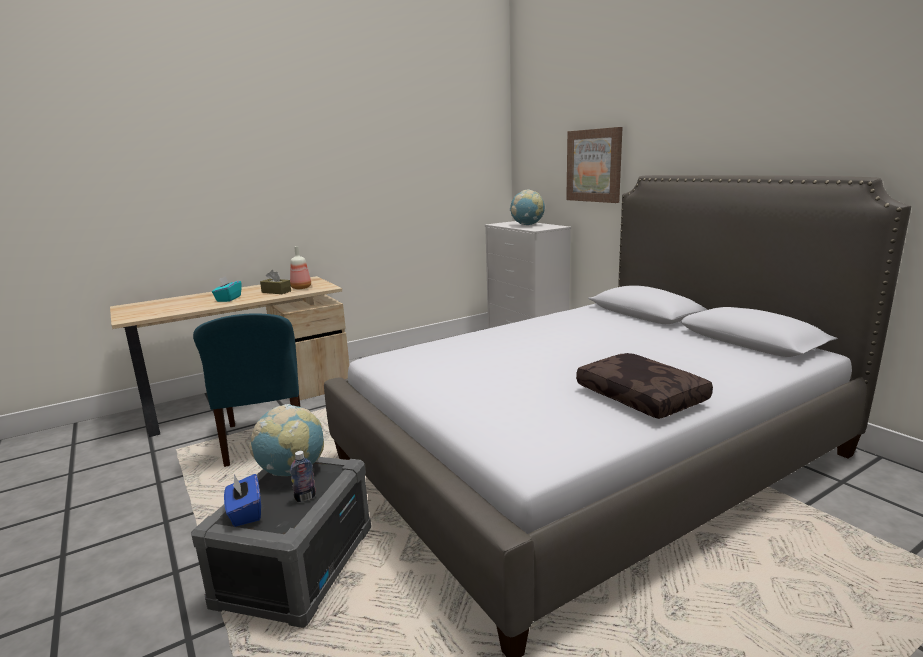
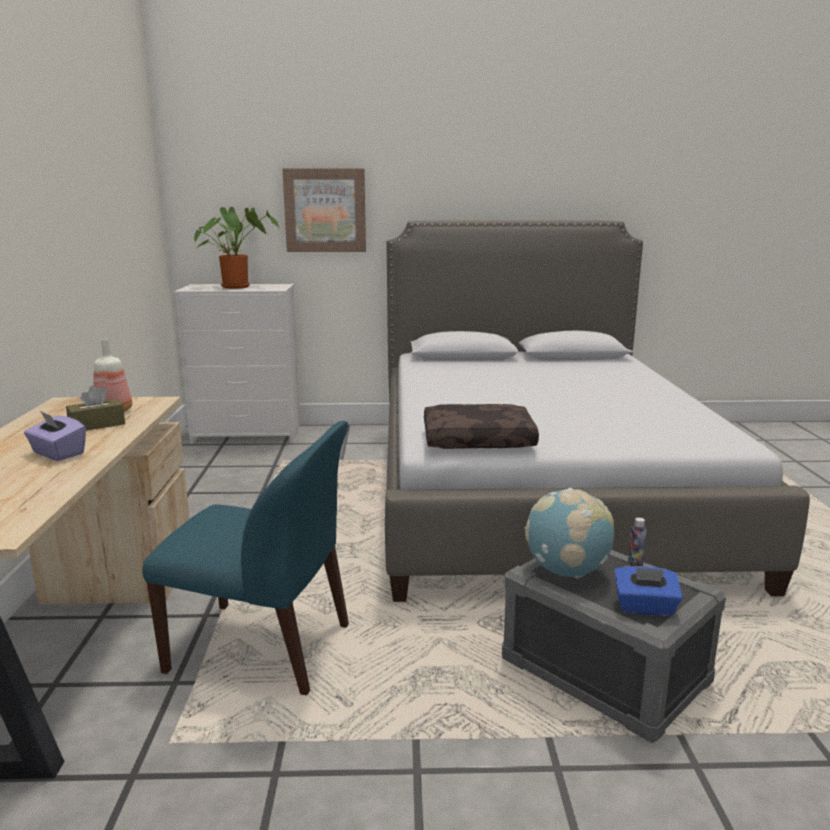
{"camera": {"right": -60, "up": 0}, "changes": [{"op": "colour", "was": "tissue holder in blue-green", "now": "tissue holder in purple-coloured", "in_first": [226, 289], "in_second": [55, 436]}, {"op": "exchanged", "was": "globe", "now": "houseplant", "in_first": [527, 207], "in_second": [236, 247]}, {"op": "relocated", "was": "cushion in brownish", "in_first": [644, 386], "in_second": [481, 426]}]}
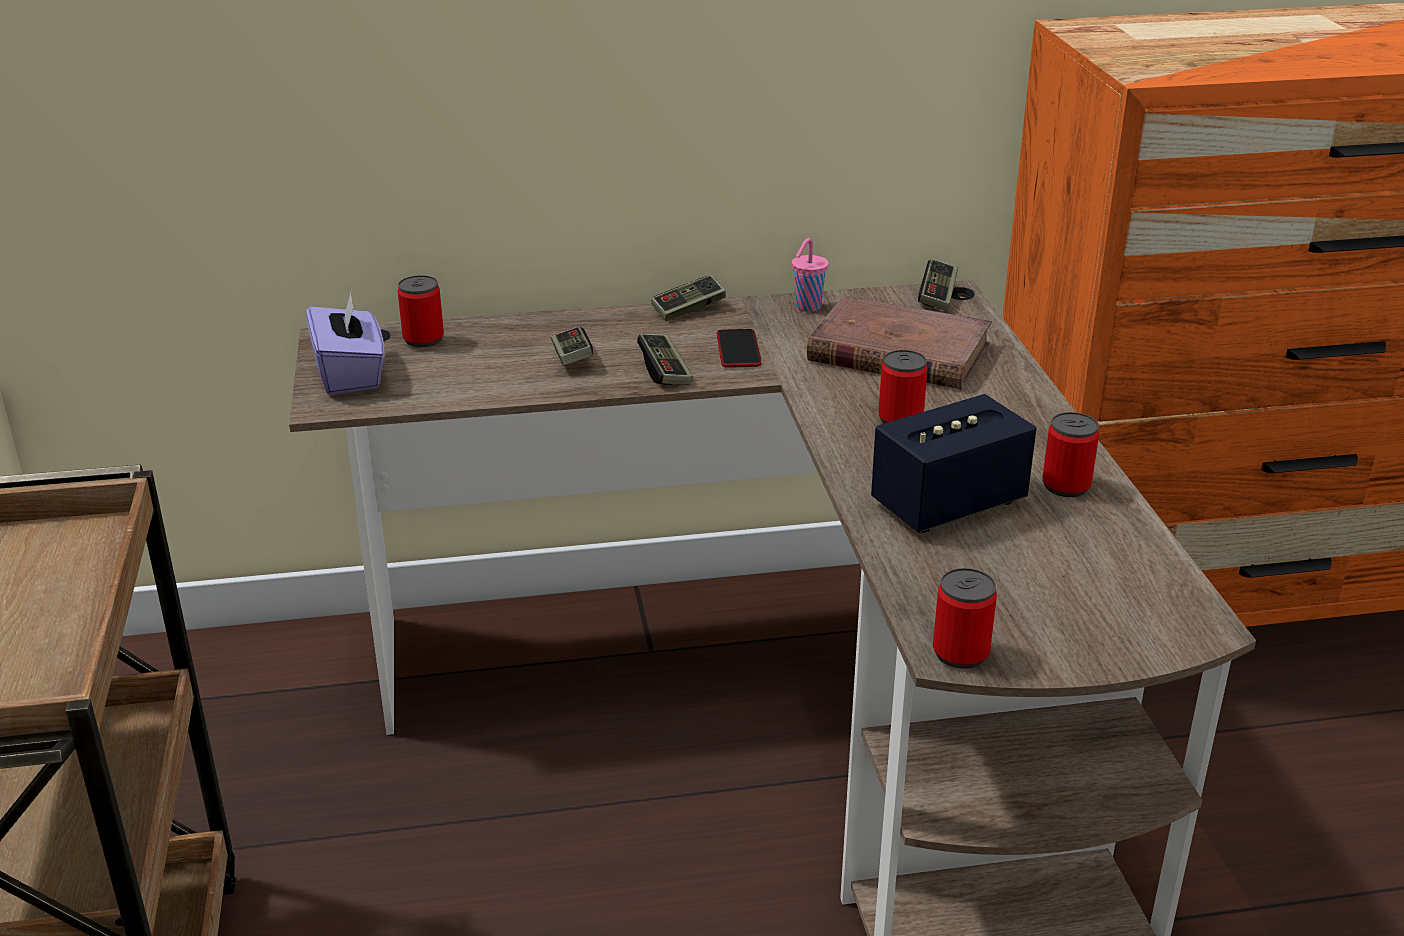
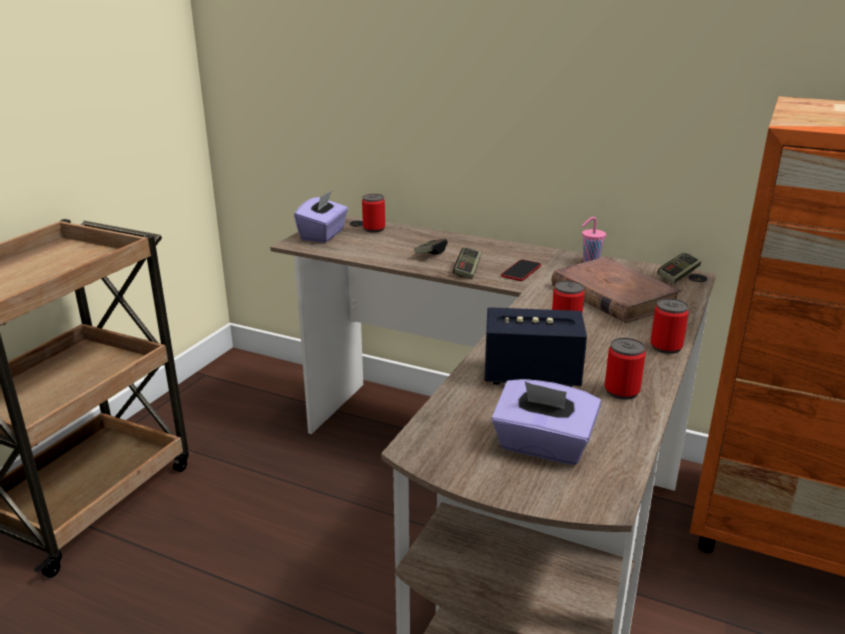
{"camera": {"right": 35, "up": -5}, "changes": [{"op": "missing", "was": "game controller", "in_first": [689, 298]}, {"op": "relocated", "was": "metal can", "in_first": [965, 618], "in_second": [669, 326]}, {"op": "appeared", "now": "tissue holder in purple-coloured", "in_second": [546, 422]}]}
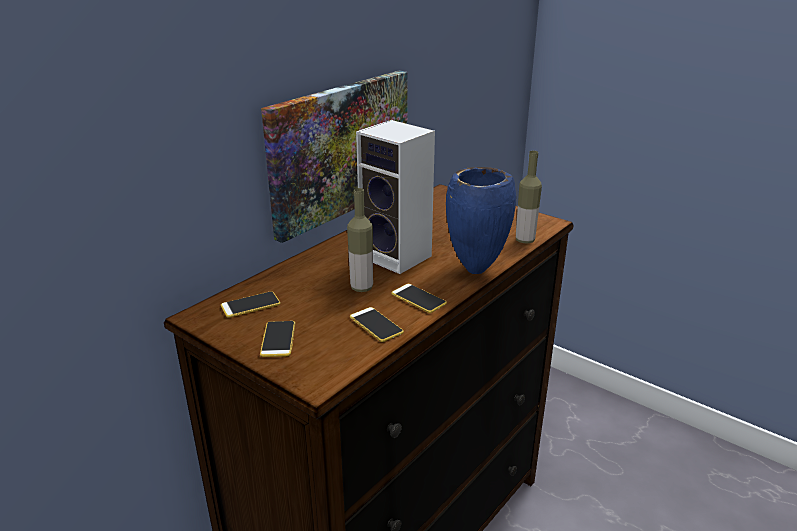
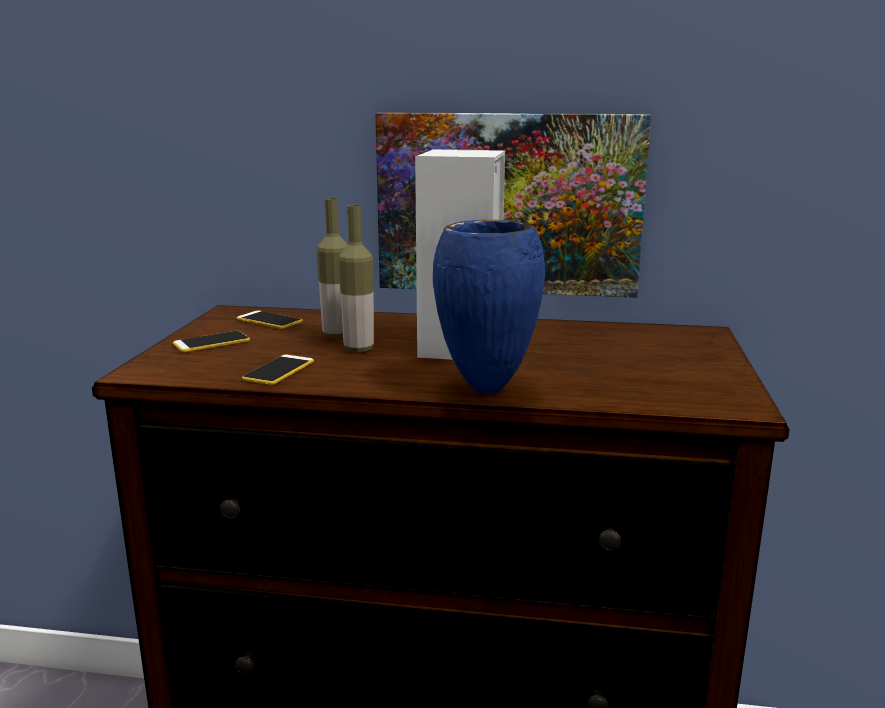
{"camera": {"right": 60, "up": -10}, "changes": [{"op": "missing", "was": "handset", "in_first": [419, 298]}, {"op": "relocated", "was": "drink bottle", "in_first": [529, 197], "in_second": [332, 268]}]}
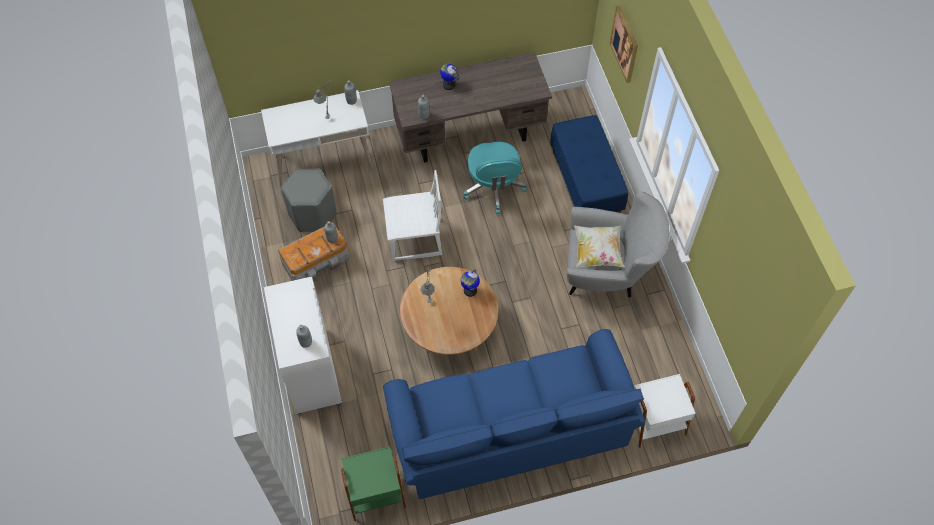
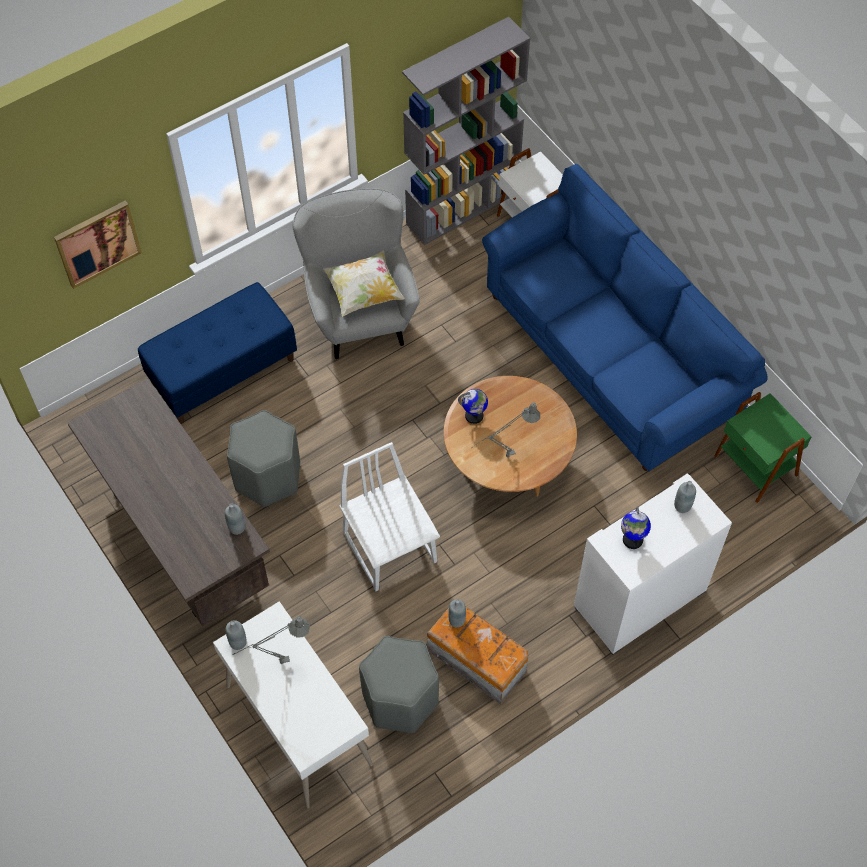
{"camera": {"right": -110, "up": 0}, "changes": [{"op": "relocated", "was": "globe", "in_first": [449, 76], "in_second": [636, 528]}, {"op": "exchanged", "was": "office chair in blue-green", "now": "sitting stool in gray", "in_first": [495, 178], "in_second": [263, 458]}, {"op": "appeared", "now": "bookshelf in gray", "in_second": [466, 131]}]}
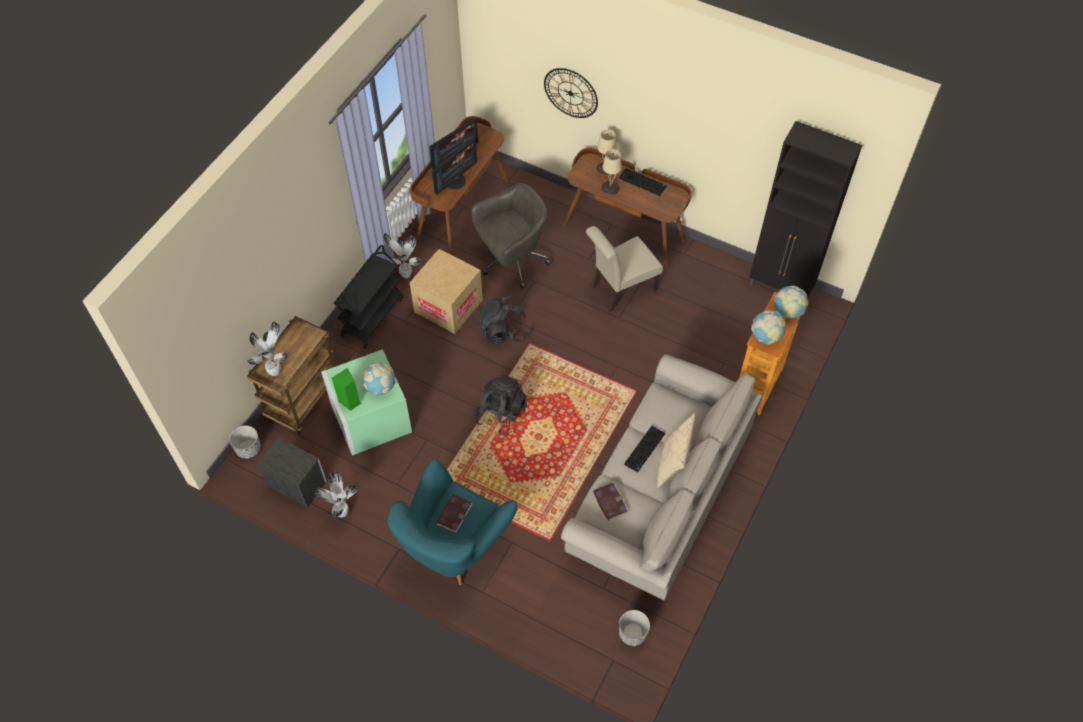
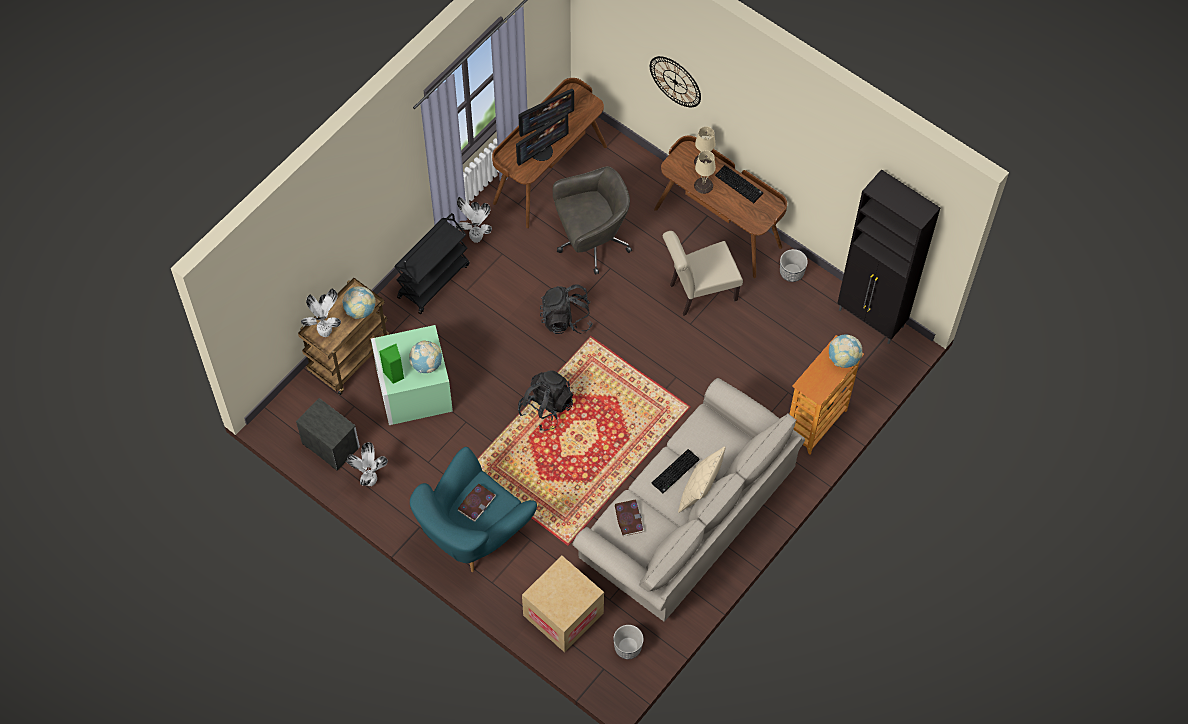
{"camera": {"right": 10, "up": 5}, "changes": [{"op": "relocated", "was": "plant pot", "in_first": [245, 442], "in_second": [794, 265]}, {"op": "relocated", "was": "carton", "in_first": [446, 291], "in_second": [563, 604]}, {"op": "relocated", "was": "globe", "in_first": [768, 327], "in_second": [359, 302]}]}
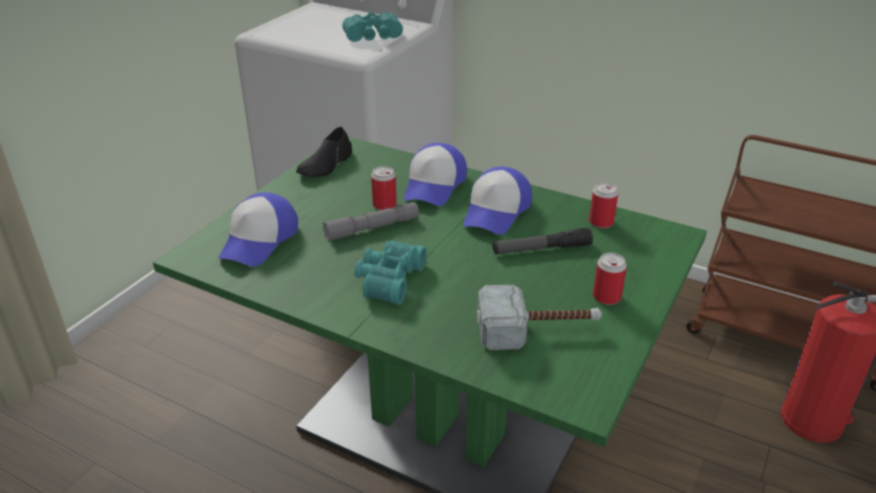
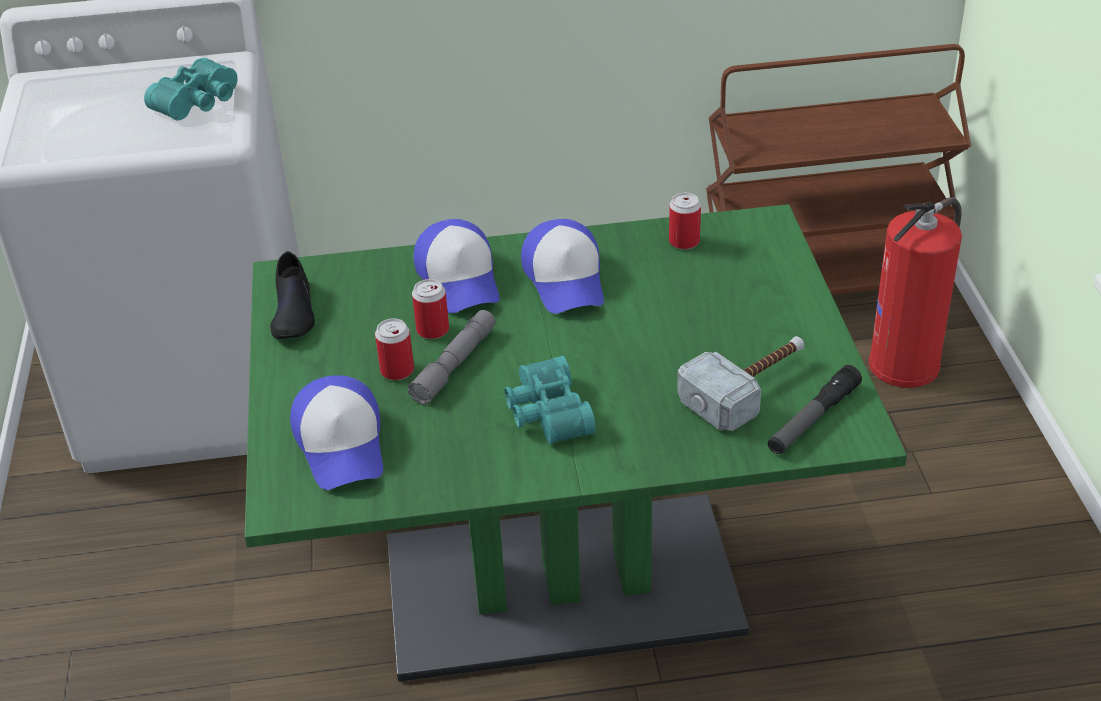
{"camera": {"right": -35, "up": 5}, "changes": [{"op": "relocated", "was": "flashlight", "in_first": [542, 241], "in_second": [815, 409]}, {"op": "relocated", "was": "metal can", "in_first": [610, 279], "in_second": [394, 349]}]}
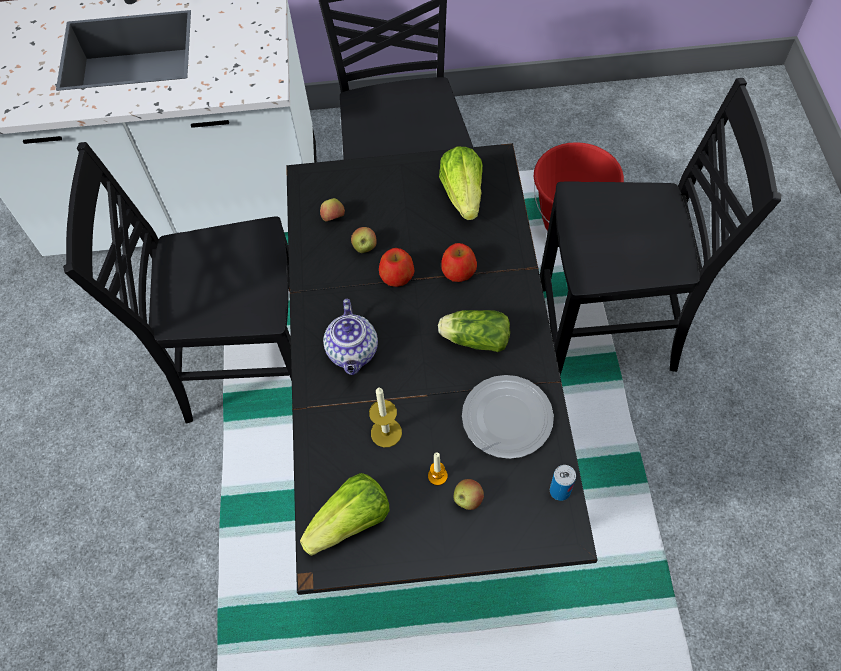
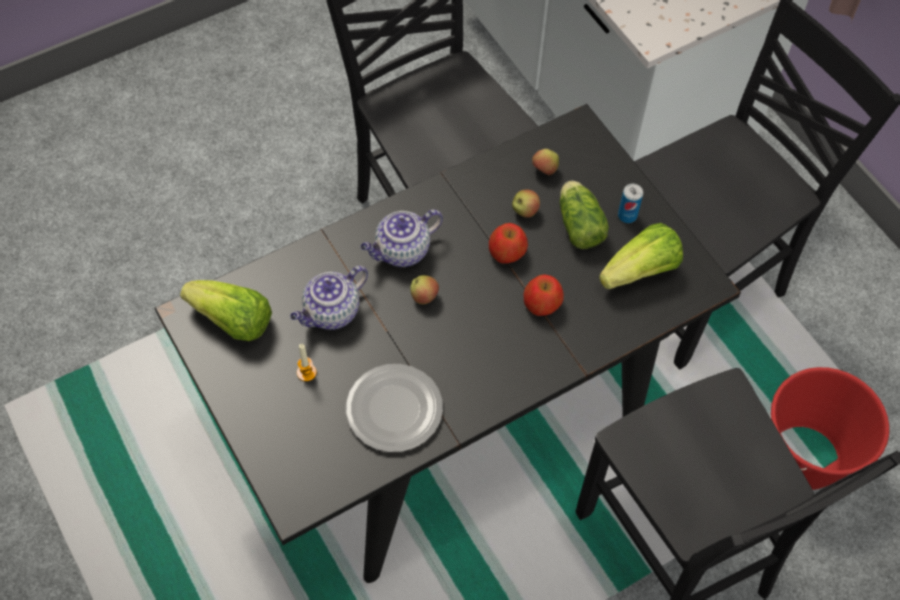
{"camera": {"right": 60, "up": 0}, "changes": [{"op": "exchanged", "was": "wax candle", "now": "tea pot", "in_first": [385, 417], "in_second": [329, 298]}, {"op": "relocated", "was": "lettuce", "in_first": [474, 331], "in_second": [584, 215]}, {"op": "relocated", "was": "apple fruit", "in_first": [469, 494], "in_second": [424, 289]}, {"op": "relocated", "was": "metal can", "in_first": [563, 483], "in_second": [630, 203]}]}
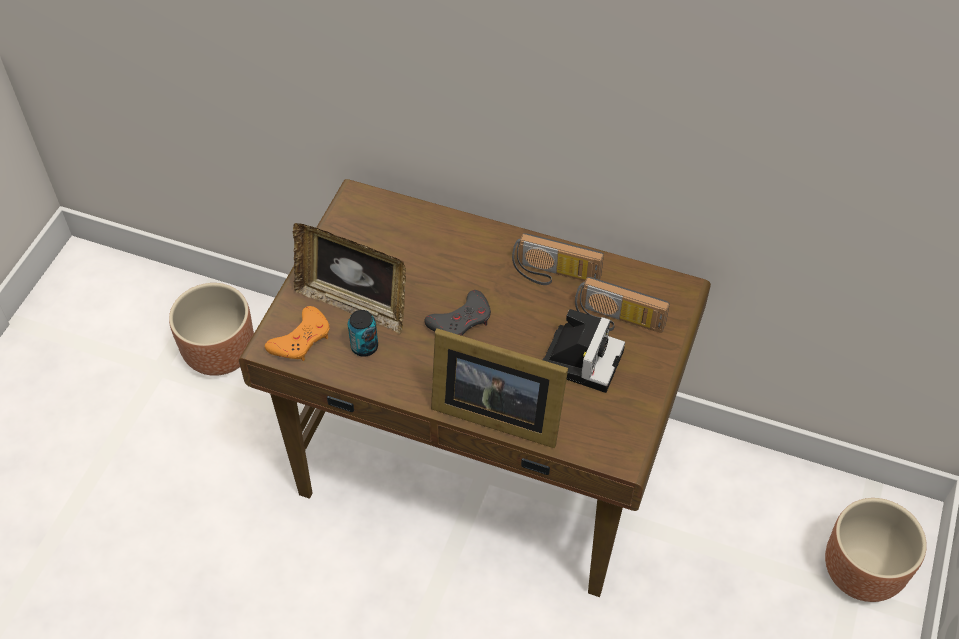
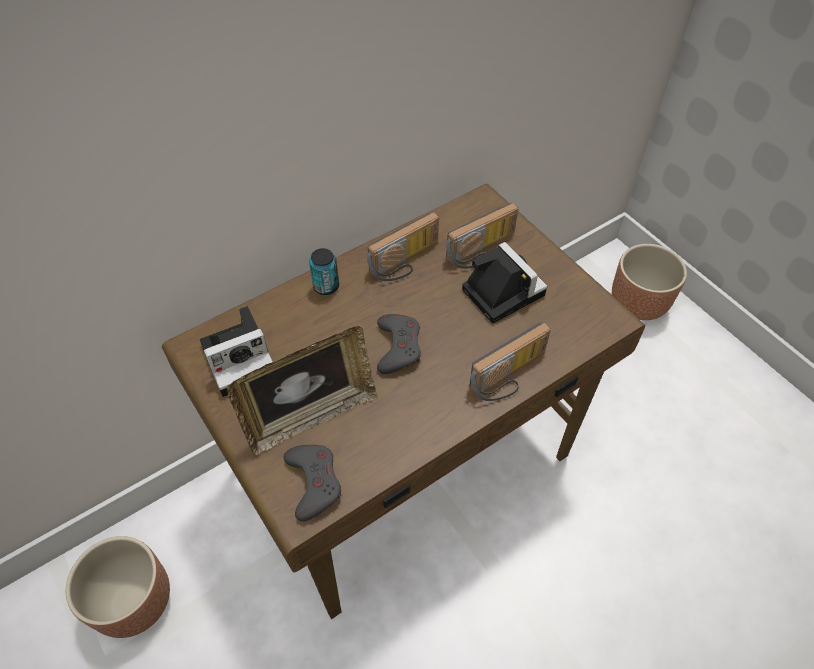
{"camera": {"right": -55, "up": 0}, "changes": [{"op": "colour", "was": "game controller in orange", "now": "game controller in gray", "in_first": [297, 333], "in_second": [312, 483]}, {"op": "relocated", "was": "metal can", "in_first": [363, 333], "in_second": [324, 271]}, {"op": "exchanged", "was": "standing frame", "now": "radio receiver", "in_first": [499, 388], "in_second": [510, 361]}, {"op": "appeared", "now": "photo camera", "in_second": [236, 351]}]}
